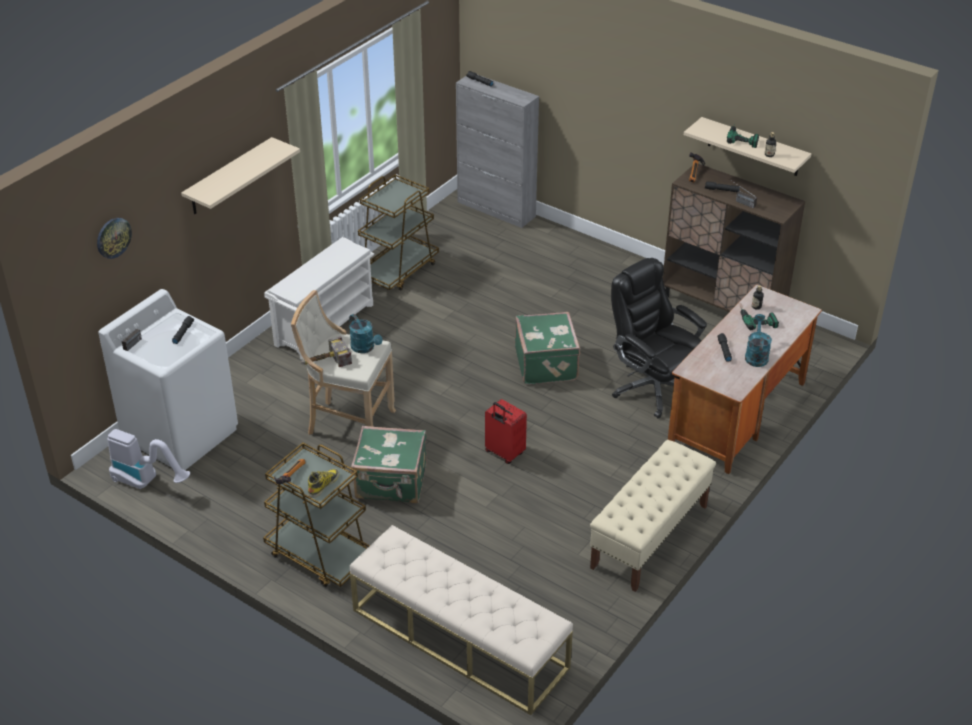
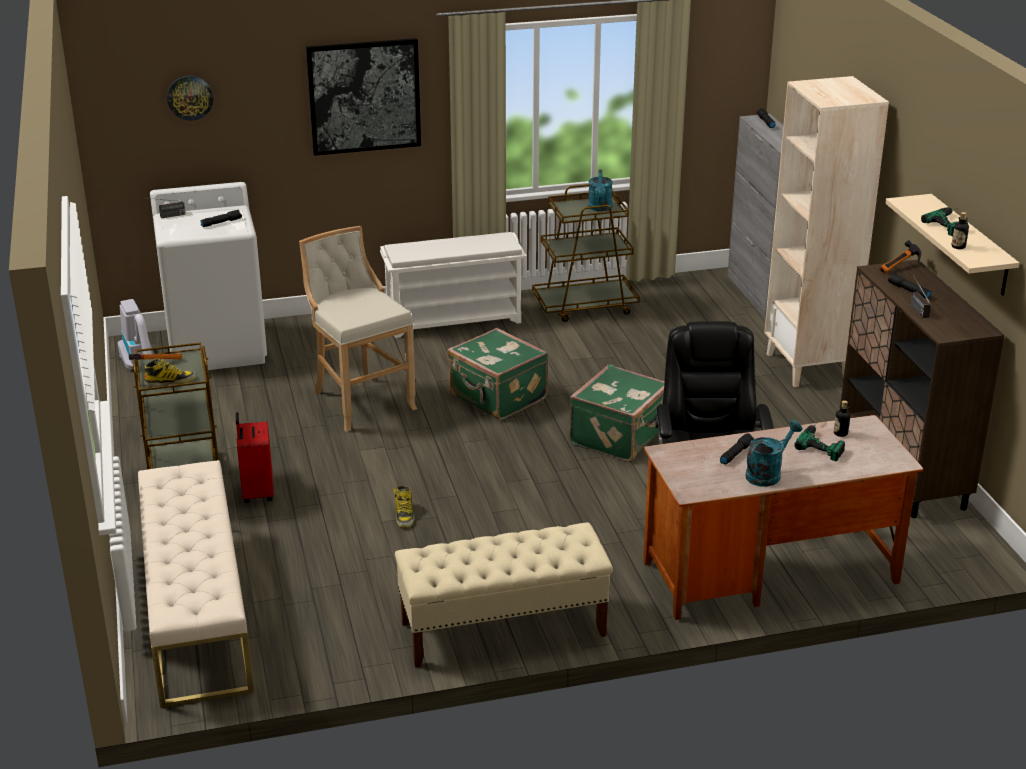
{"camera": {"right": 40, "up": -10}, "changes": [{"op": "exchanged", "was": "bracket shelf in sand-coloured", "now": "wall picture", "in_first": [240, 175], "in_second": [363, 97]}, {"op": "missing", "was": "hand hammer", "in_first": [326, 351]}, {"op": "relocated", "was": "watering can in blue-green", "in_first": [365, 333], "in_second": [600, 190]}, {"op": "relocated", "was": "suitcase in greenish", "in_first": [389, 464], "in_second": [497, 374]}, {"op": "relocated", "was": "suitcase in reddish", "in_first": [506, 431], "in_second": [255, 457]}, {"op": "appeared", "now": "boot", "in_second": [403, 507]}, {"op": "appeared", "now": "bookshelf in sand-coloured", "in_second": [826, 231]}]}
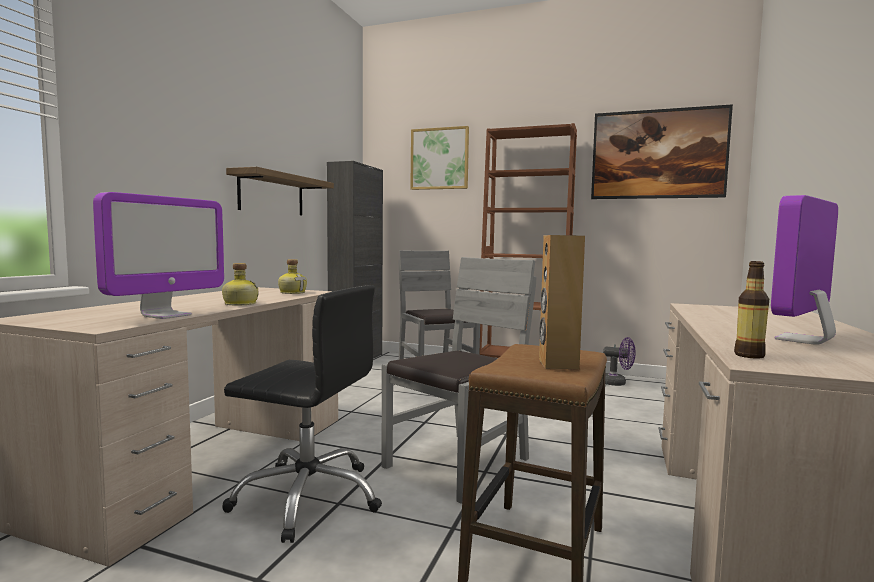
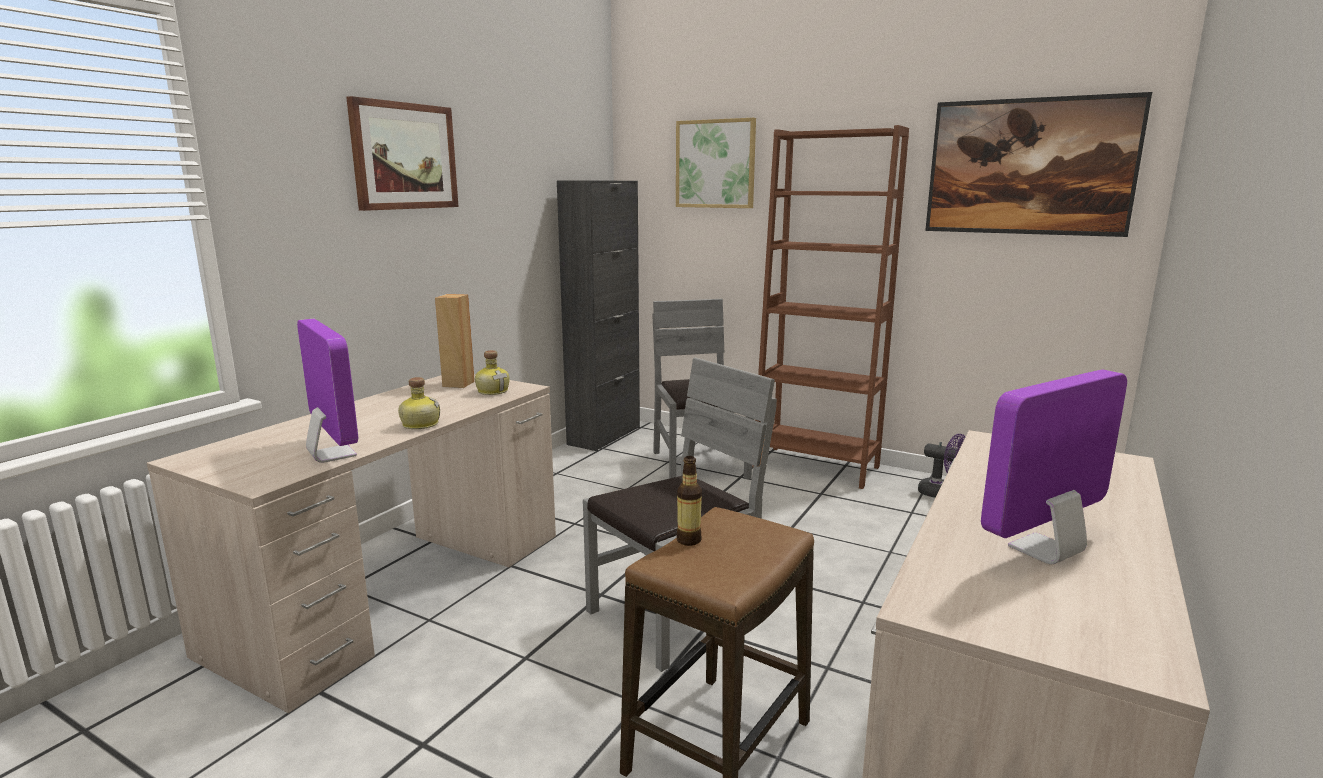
{"camera": {"right": 10, "up": 10}, "changes": [{"op": "spun", "was": "monitor", "in_first": [158, 255], "in_second": [327, 391], "clockwise": -75}, {"op": "missing", "was": "office chair in blackish", "in_first": [302, 414]}, {"op": "missing", "was": "bracket shelf", "in_first": [280, 191]}, {"op": "relocated", "was": "loudspeaker in brownish", "in_first": [562, 302], "in_second": [455, 341]}, {"op": "relocated", "was": "drink bottle", "in_first": [751, 310], "in_second": [689, 501]}, {"op": "appeared", "now": "wall picture", "in_second": [402, 153]}]}
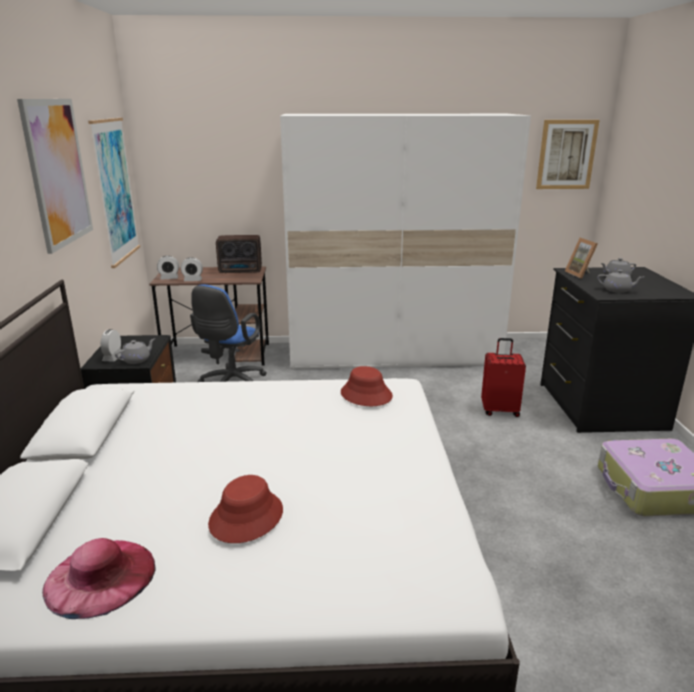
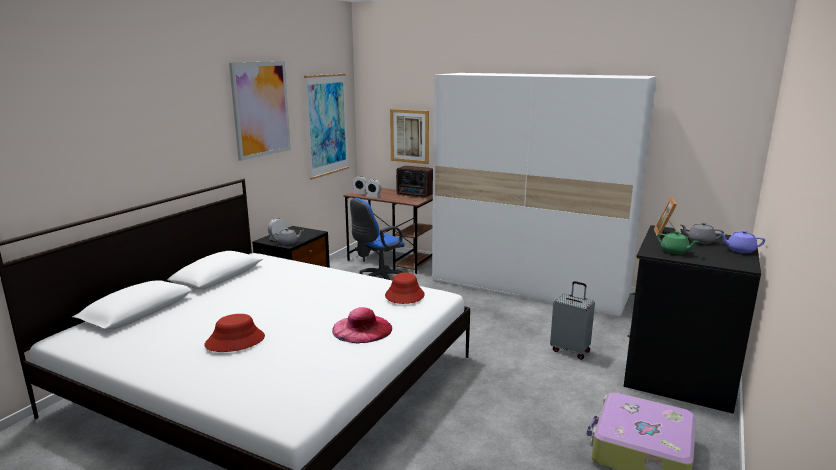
{"camera": {"right": 30, "up": -5}, "changes": [{"op": "relocated", "was": "clothing hat in pink", "in_first": [99, 578], "in_second": [362, 325]}, {"op": "colour", "was": "suitcase in reddish", "now": "suitcase in gray", "in_first": [503, 377], "in_second": [572, 320]}, {"op": "relocated", "was": "wall picture", "in_first": [568, 154], "in_second": [409, 136]}, {"op": "colour", "was": "tea pot in gray", "now": "tea pot in greenish", "in_first": [620, 281], "in_second": [678, 242]}, {"op": "appeared", "now": "tea pot in purple-coloured", "in_second": [742, 241]}]}
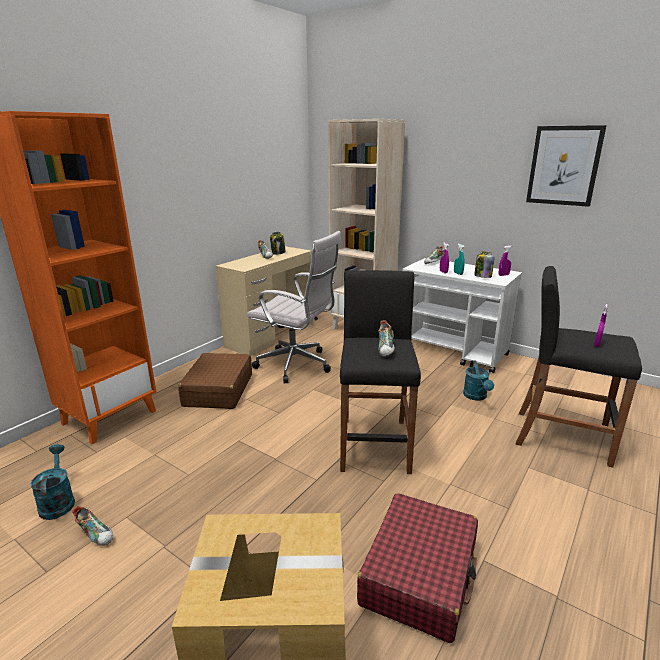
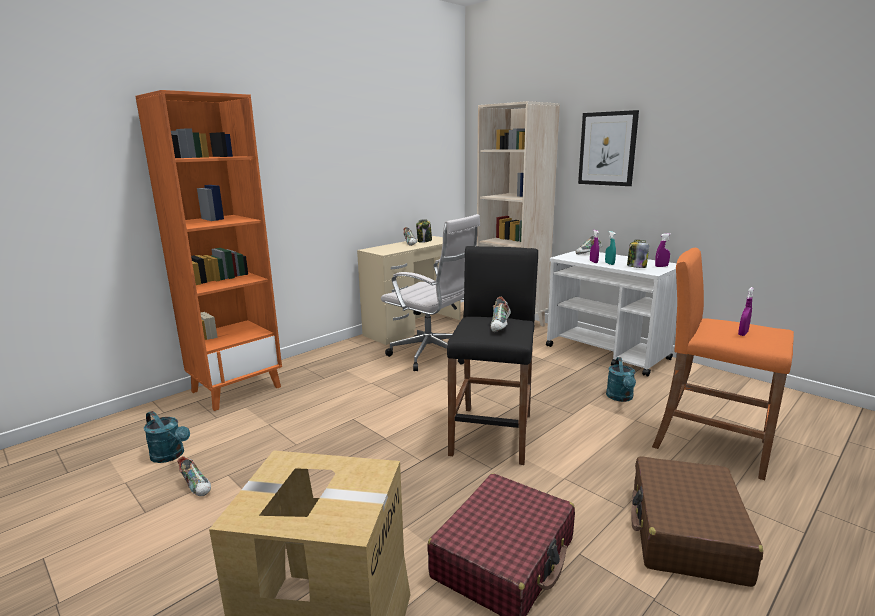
{"camera": {"right": 10, "up": -5}, "changes": [{"op": "spun", "was": "watering can in blue-green", "in_first": [52, 482], "in_second": [167, 437], "clockwise": 135}, {"op": "relocated", "was": "suitcase in brownish", "in_first": [215, 381], "in_second": [697, 521]}, {"op": "colour", "was": "sitting stool in blackish", "now": "sitting stool in orange", "in_first": [579, 367], "in_second": [723, 364]}, {"op": "relocated", "was": "wall picture", "in_first": [566, 166], "in_second": [608, 148]}]}
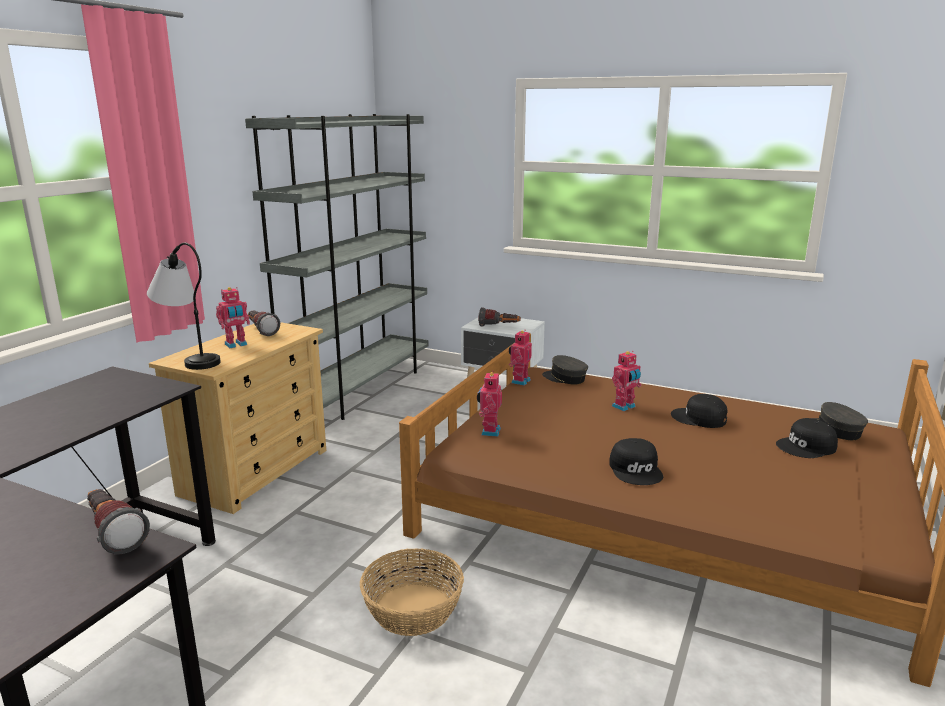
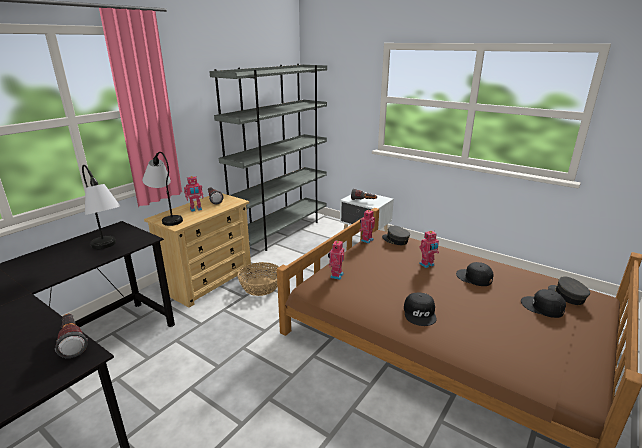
{"camera": {"right": 10, "up": 5}, "changes": [{"op": "relocated", "was": "basket", "in_first": [412, 592], "in_second": [258, 279]}, {"op": "spun", "was": "baseball cap in blackish", "in_first": [807, 438], "in_second": [543, 303], "clockwise": 45}, {"op": "appeared", "now": "table lamp", "in_second": [101, 207]}]}
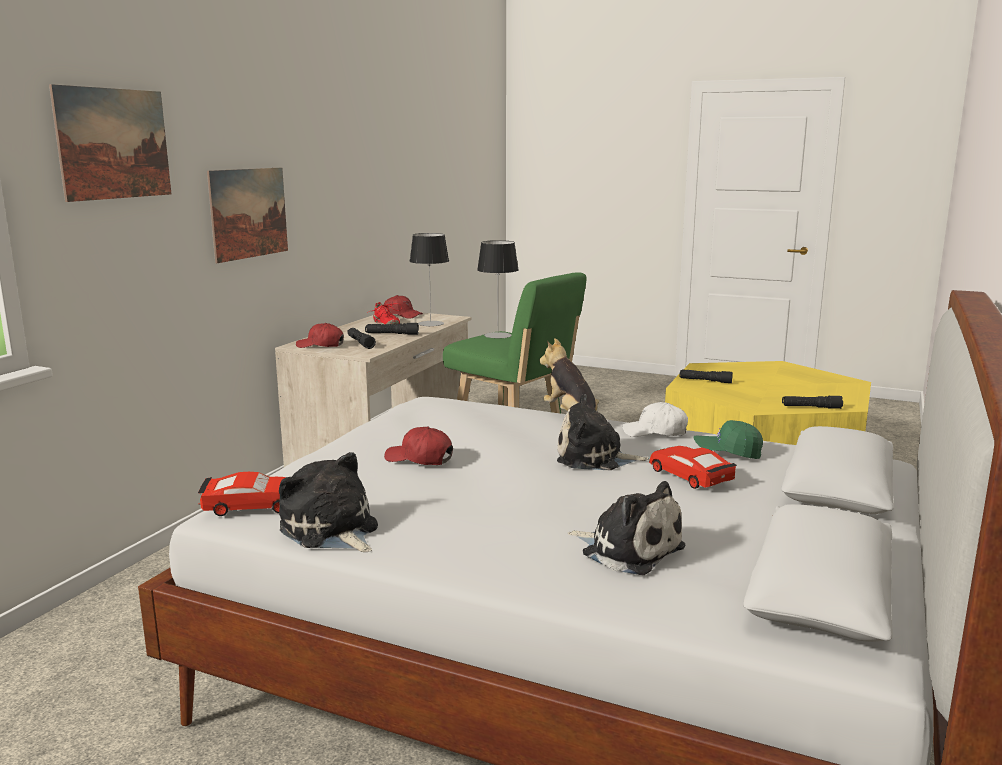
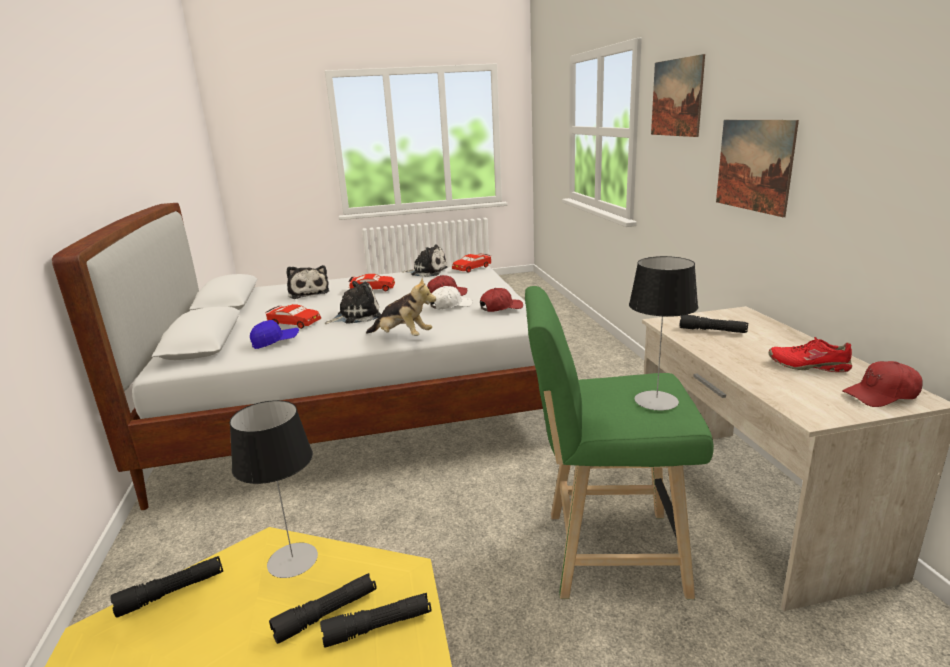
{"camera": {"right": 145, "up": 5}, "changes": [{"op": "relocated", "was": "baseball cap in reddish", "in_first": [320, 335], "in_second": [501, 300]}, {"op": "relocated", "was": "flashlight in blackish", "in_first": [392, 329], "in_second": [323, 608]}, {"op": "relocated", "was": "table lamp", "in_first": [429, 280], "in_second": [273, 489]}, {"op": "spun", "was": "cuddly toy", "in_first": [626, 528], "in_second": [308, 282], "clockwise": -120}, {"op": "relocated", "was": "baseball cap in white-coloured", "in_first": [655, 419], "in_second": [451, 297]}, {"op": "colour", "was": "baseball cap in greenish", "now": "baseball cap in blue-coloured", "in_first": [728, 439], "in_second": [274, 334]}, {"op": "appeared", "now": "toy car in reddish", "in_second": [371, 282]}]}
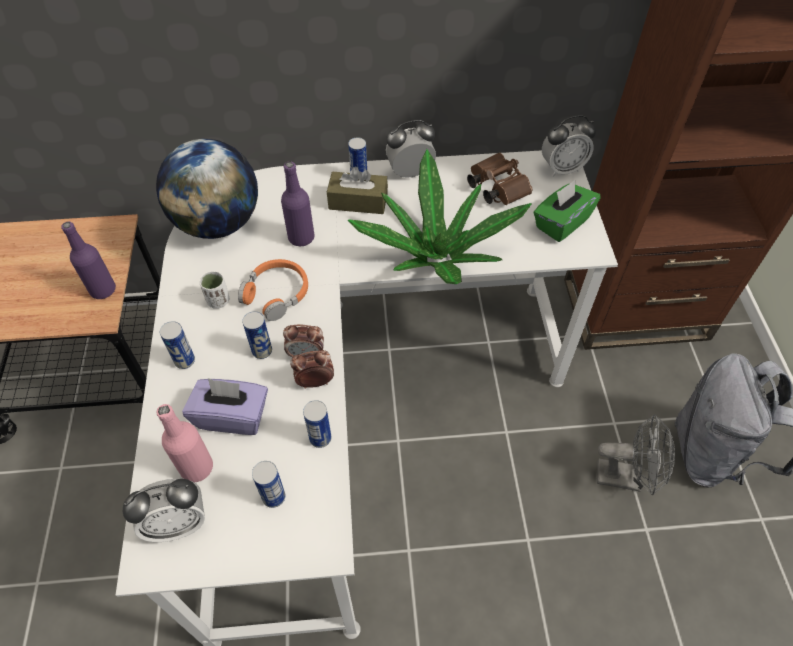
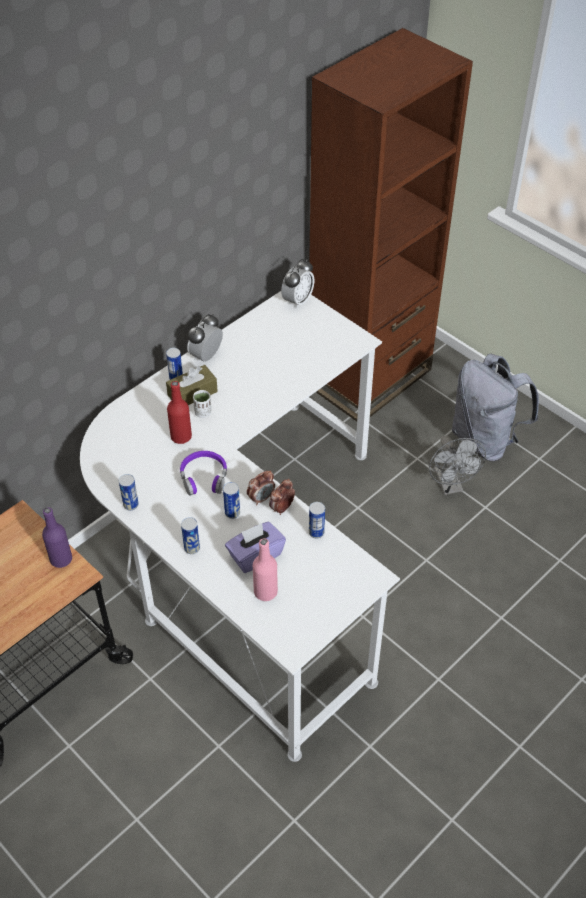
{"camera": {"right": -40, "up": -5}, "changes": [{"op": "missing", "was": "alarm clock", "in_first": [164, 510]}, {"op": "missing", "was": "globe", "in_first": [207, 189]}, {"op": "relocated", "was": "drinking cup in white-coloured", "in_first": [214, 290], "in_second": [202, 404]}, {"op": "colour", "was": "pair of headphones in orange", "now": "pair of headphones in purple-coloured", "in_first": [273, 290], "in_second": [203, 473]}, {"op": "relocated", "was": "metal can", "in_first": [268, 484], "in_second": [129, 492]}, {"op": "colour", "was": "drink bottle in purple-coloured", "now": "drink bottle in reddish", "in_first": [297, 203], "in_second": [179, 412]}, {"op": "missing", "was": "houseplant", "in_first": [439, 216]}, {"op": "missing", "was": "field glasses in brownish", "in_first": [500, 179]}, {"op": "missing", "was": "tissue holder in greenish", "in_first": [567, 211]}, {"op": "spun", "was": "fan in gray", "in_first": [636, 454], "in_second": [457, 465], "clockwise": 105}]}
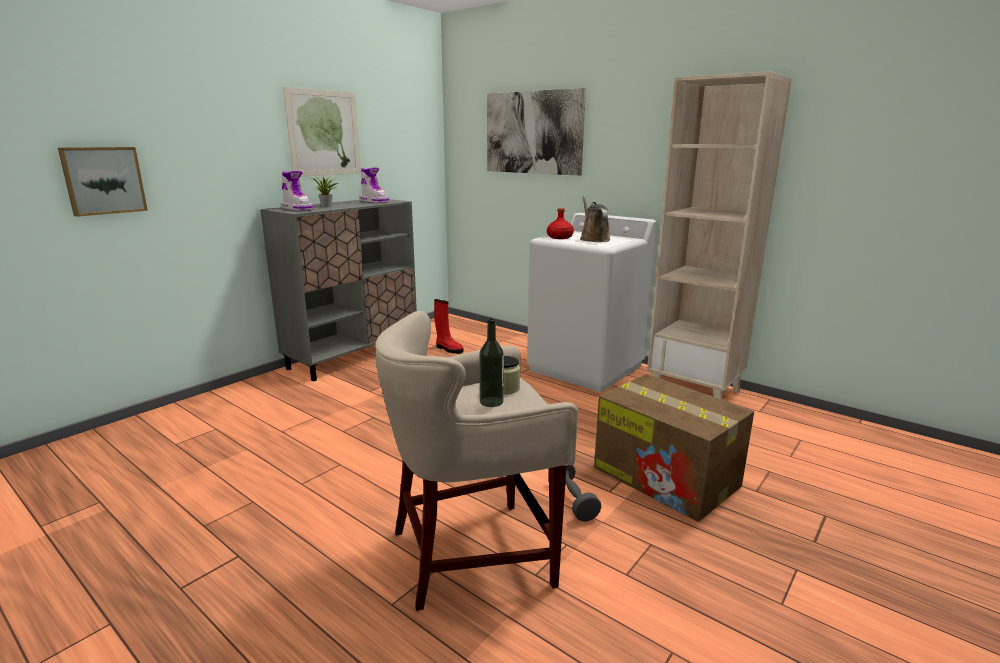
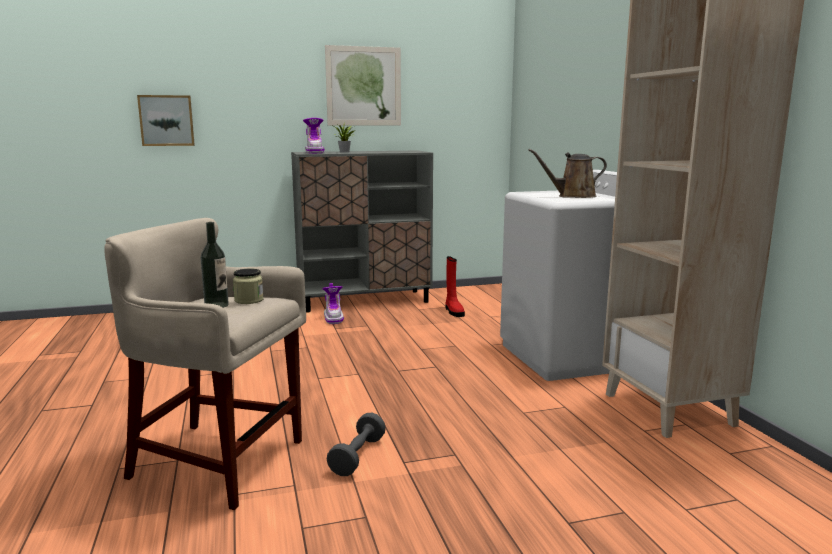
{"camera": {"right": 35, "up": -5}, "changes": [{"op": "relocated", "was": "boot", "in_first": [374, 185], "in_second": [333, 303]}, {"op": "missing", "was": "wall picture", "in_first": [536, 132]}, {"op": "missing", "was": "drink bottle in reddish", "in_first": [560, 223]}, {"op": "spun", "was": "watering can in brownish", "in_first": [595, 219], "in_second": [567, 173], "clockwise": -120}, {"op": "missing", "was": "carton", "in_first": [674, 448]}]}
